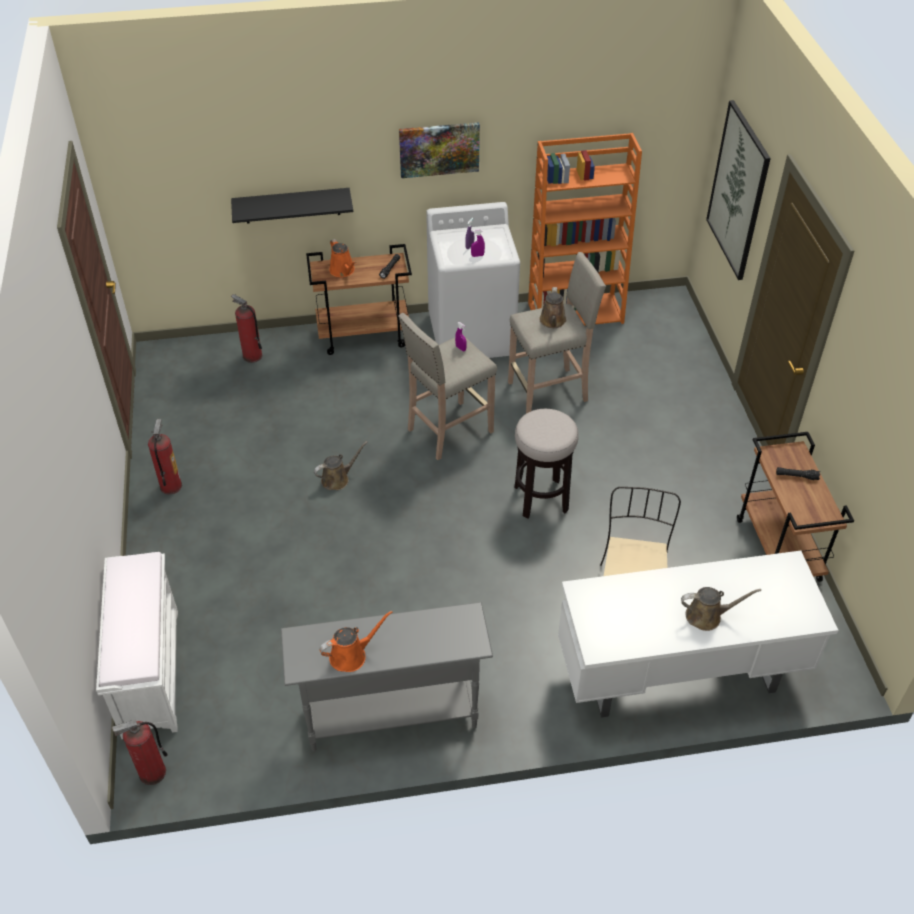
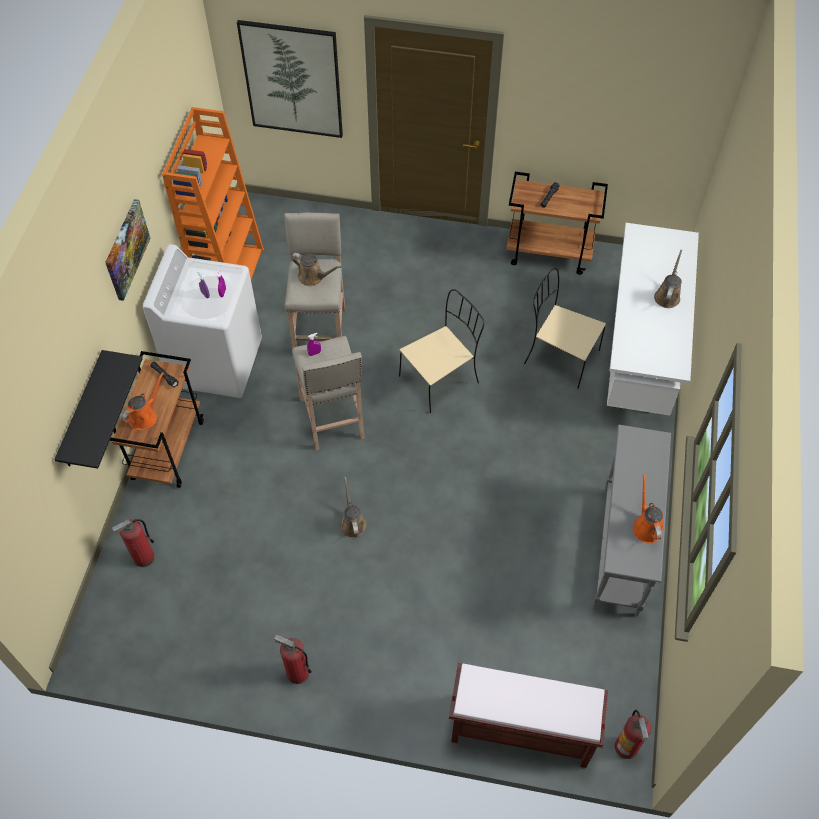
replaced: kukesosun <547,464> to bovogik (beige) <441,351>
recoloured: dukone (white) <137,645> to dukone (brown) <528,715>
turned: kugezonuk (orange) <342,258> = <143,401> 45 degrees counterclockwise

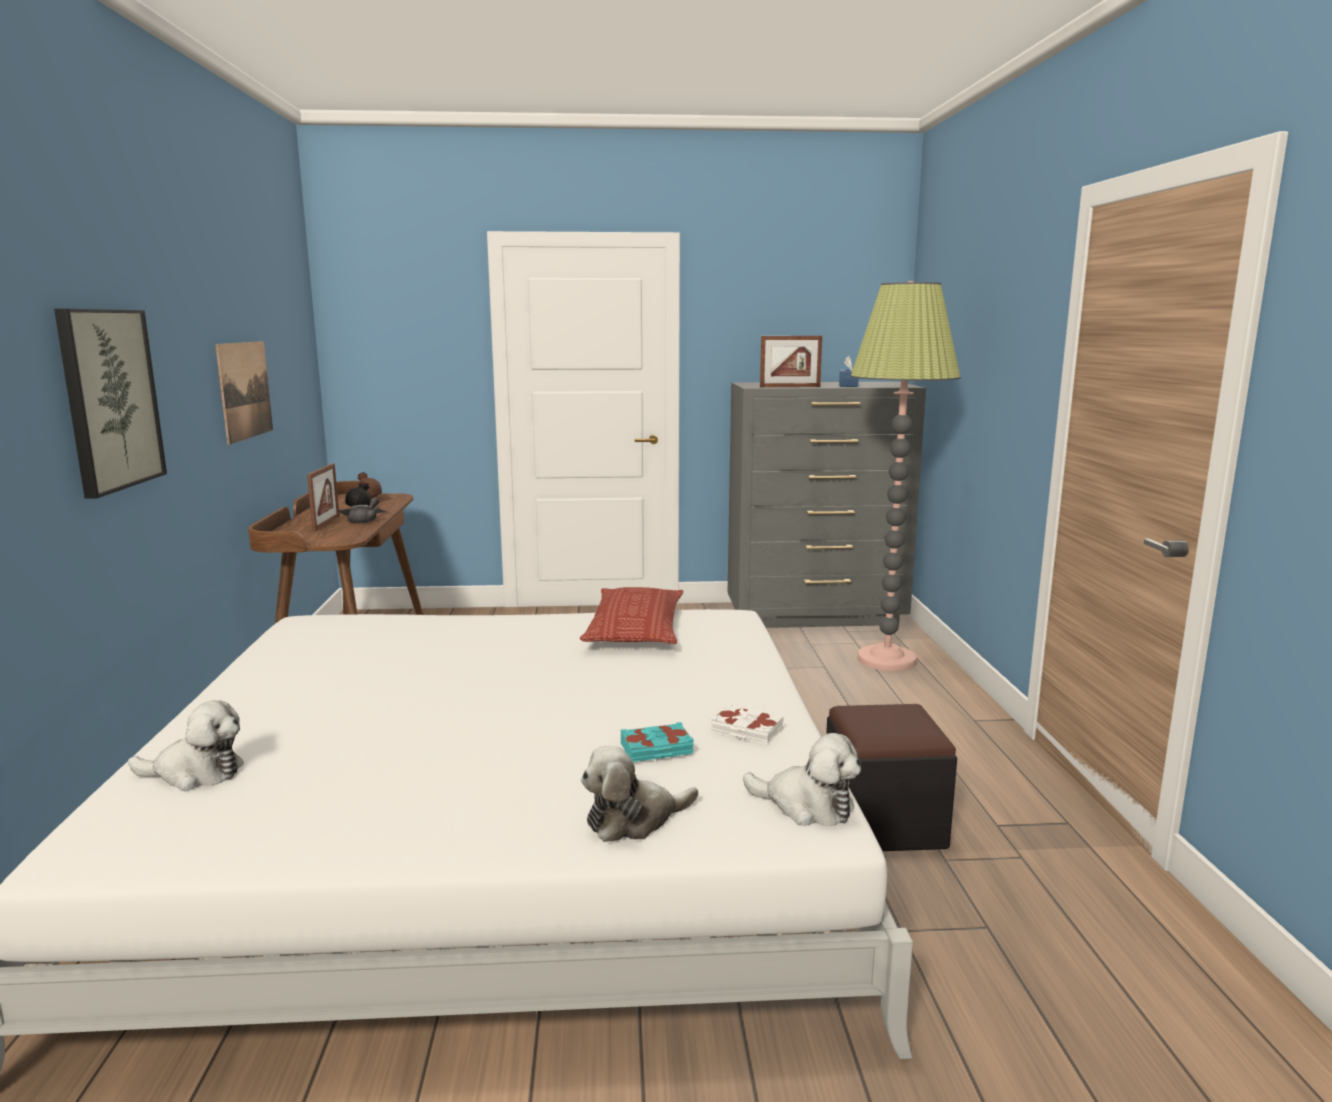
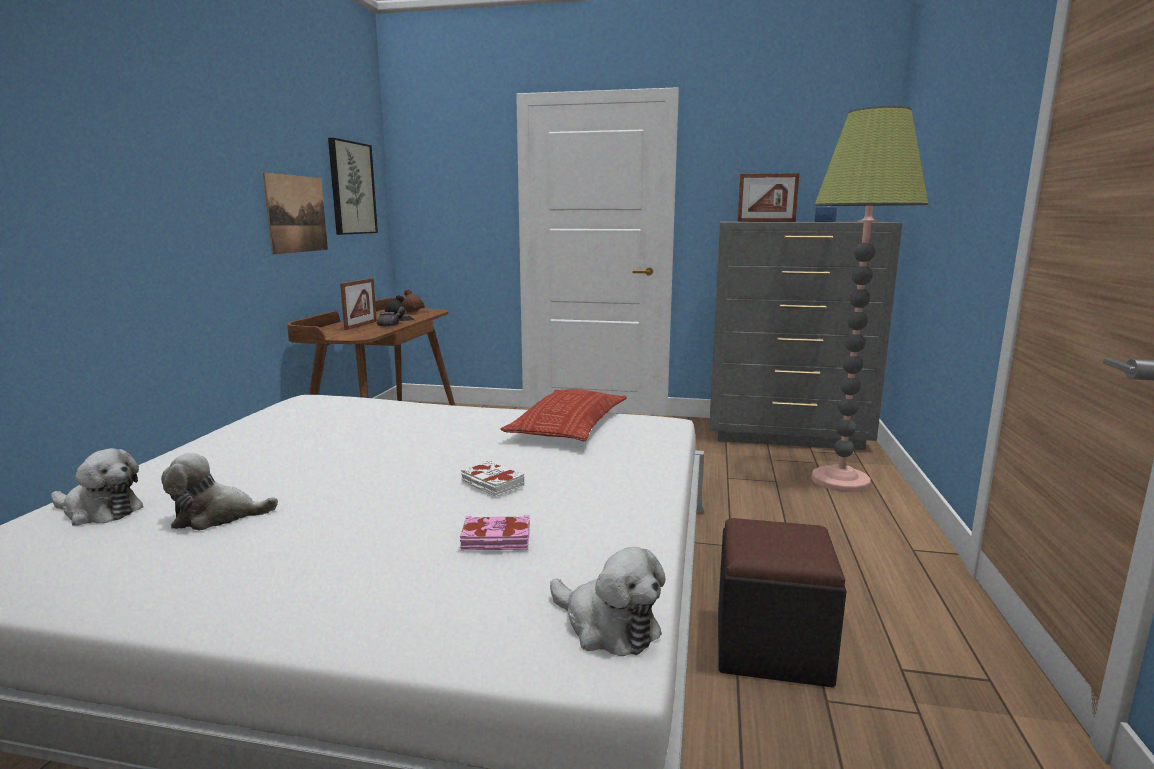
moved: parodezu <110,404> to <353,186>; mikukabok <639,794> to <219,491>; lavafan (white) <747,724> to <492,478>
recoloured: lavafan (turquoise) <657,742> to lavafan (pink) <495,532>

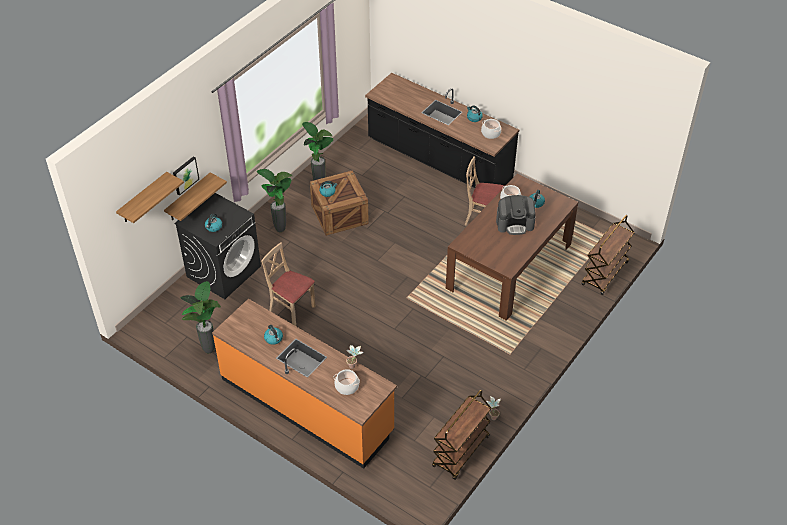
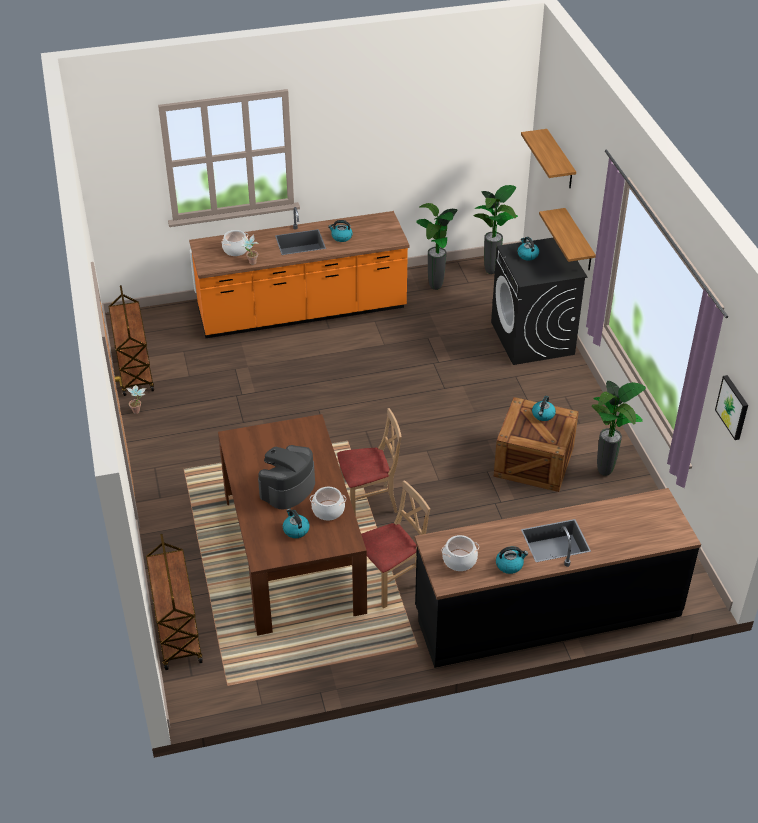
moved: parodezu <186,176> to <731,407>; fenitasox <274,200> to <495,229>; bovogik (beige) <288,284> to <369,462>

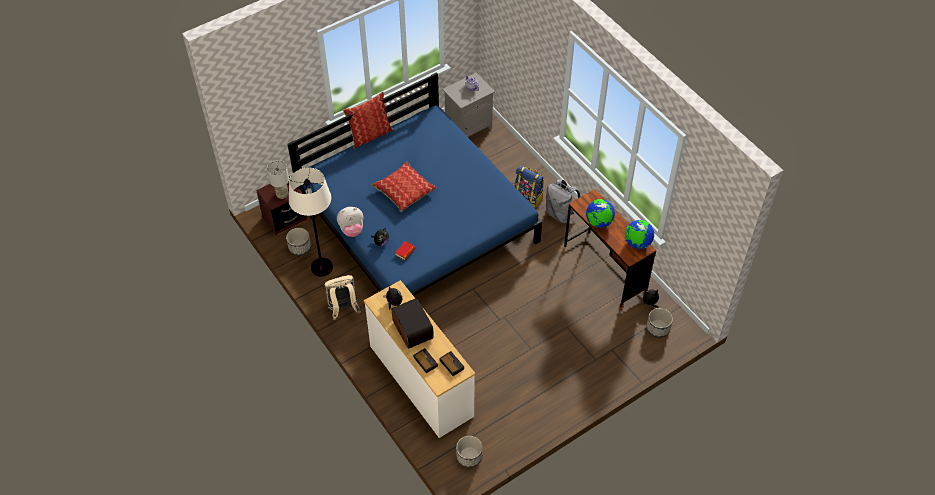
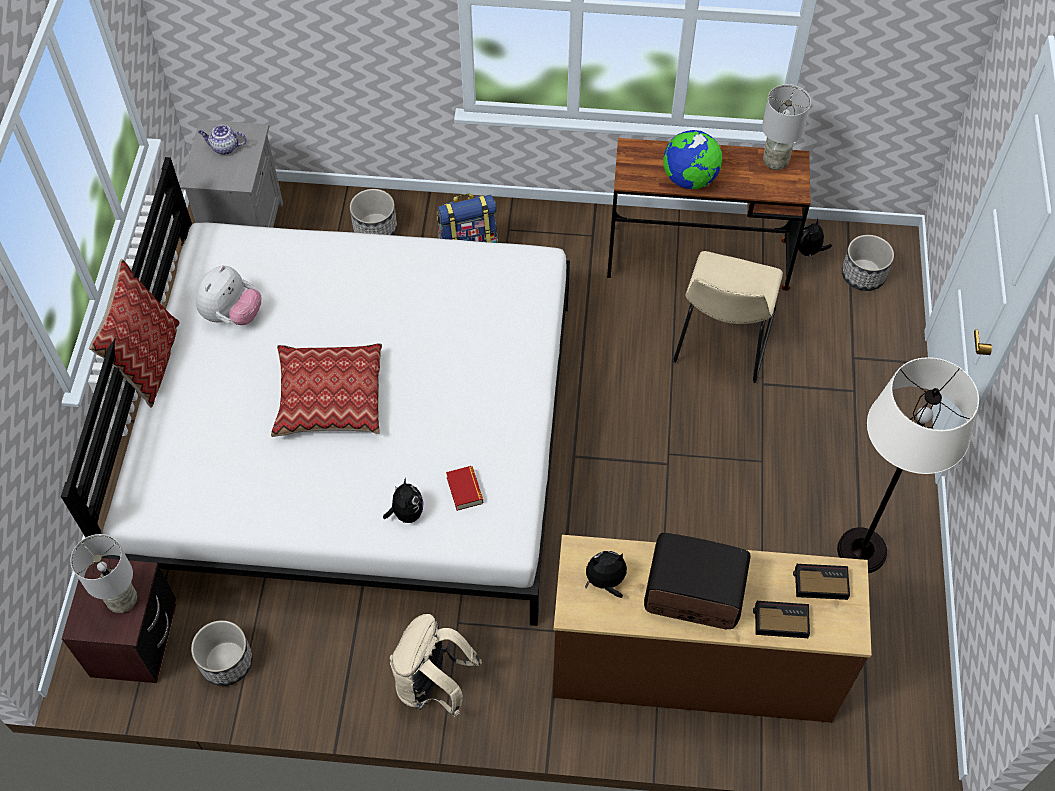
removed: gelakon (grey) <563,201>
added: bovogik (beige) <728,317>
moved: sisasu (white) <311,222> to <908,465>; mikukabok <350,222> to <228,295>; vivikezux <469,452> to <373,212>
replaced: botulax <639,234> to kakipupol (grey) <786,127>
recoloured: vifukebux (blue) <414,184> to vifukebux (white) <315,391>; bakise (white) <419,359> to bakise (brown) <712,629>

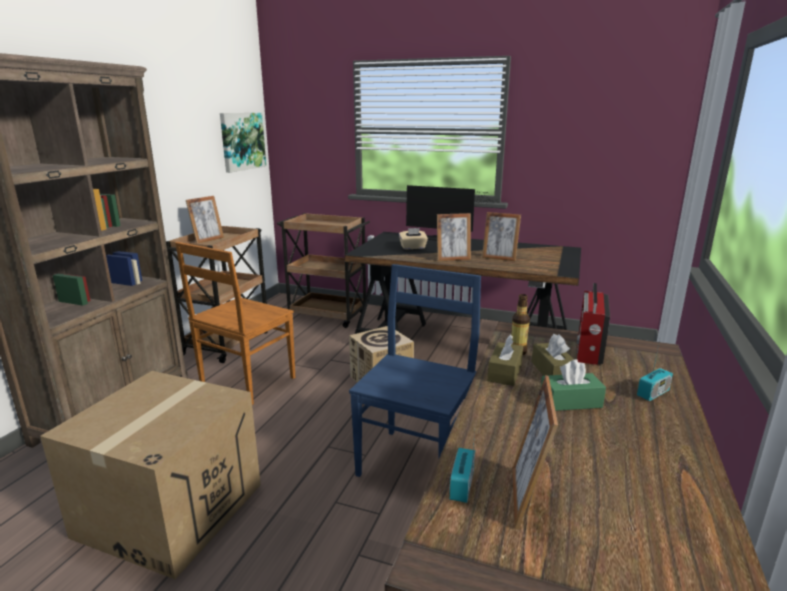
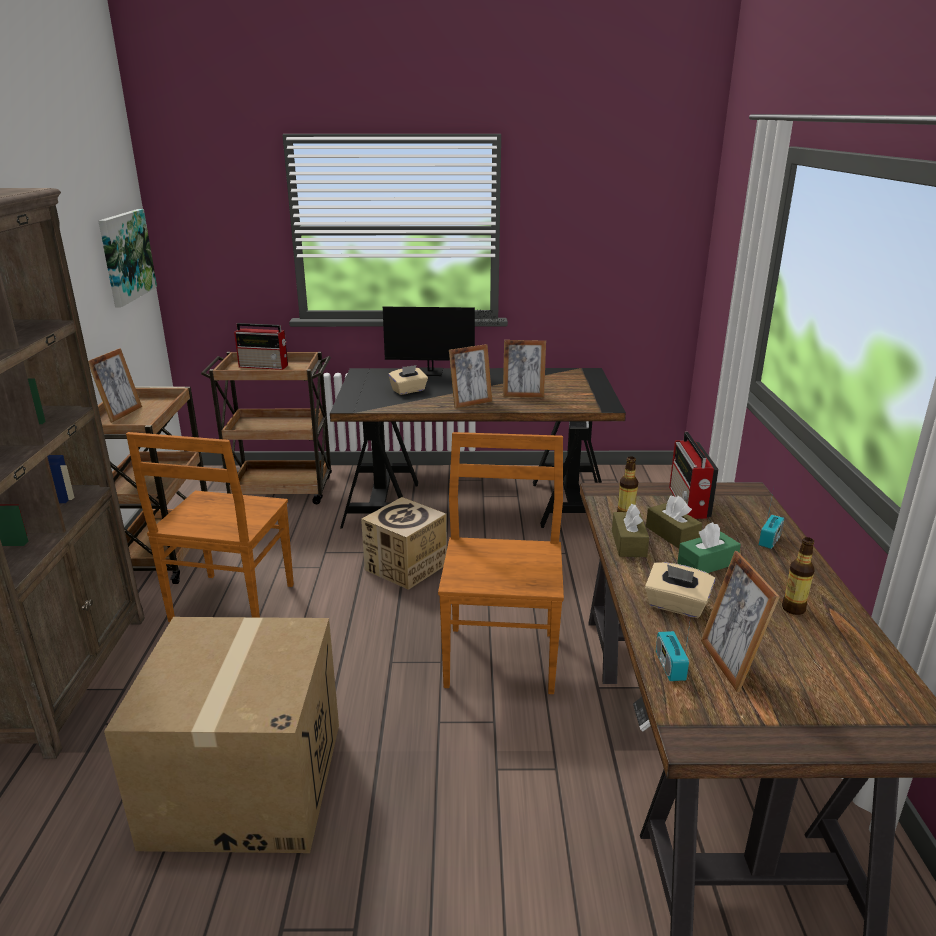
added: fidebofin <261,346>; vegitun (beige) <680,590>; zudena <798,576>
recoloured: bovogik (blue) <415,370> to bovogik (brown) <501,563>

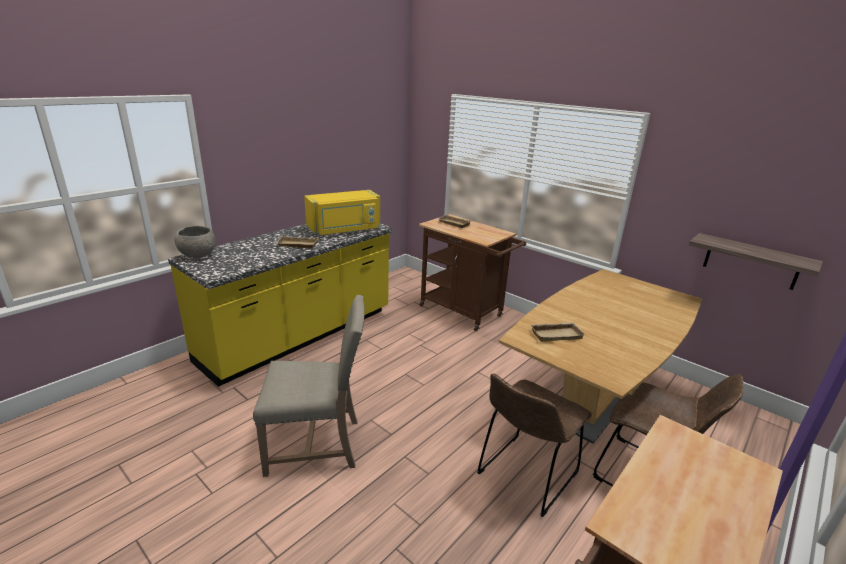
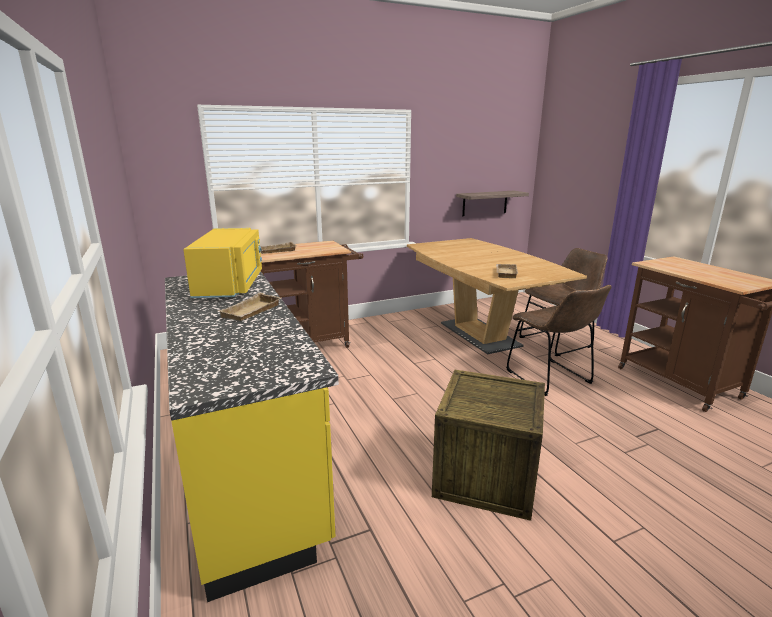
removed: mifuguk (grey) <195,242>
replaced: bovogik (beige) <309,386> to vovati <488,445>

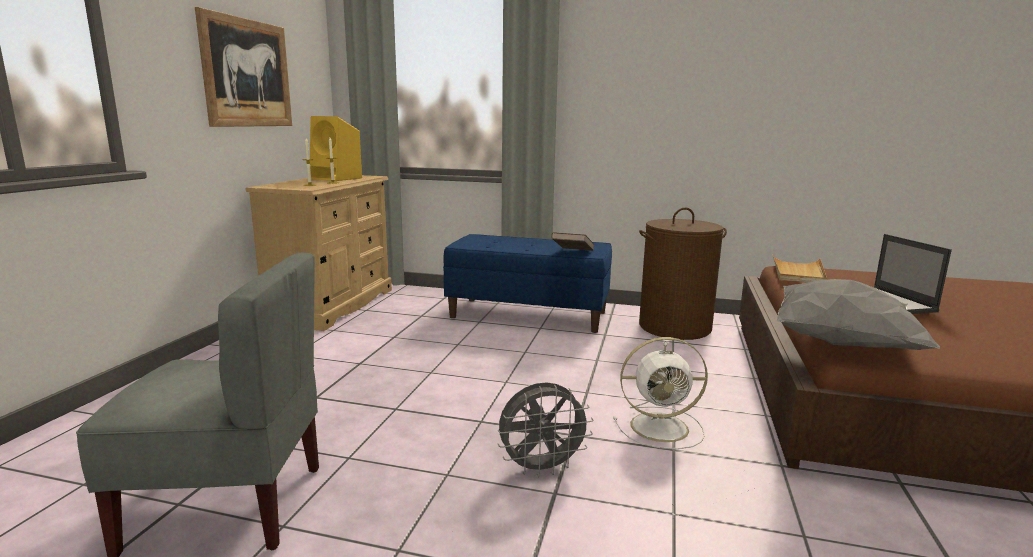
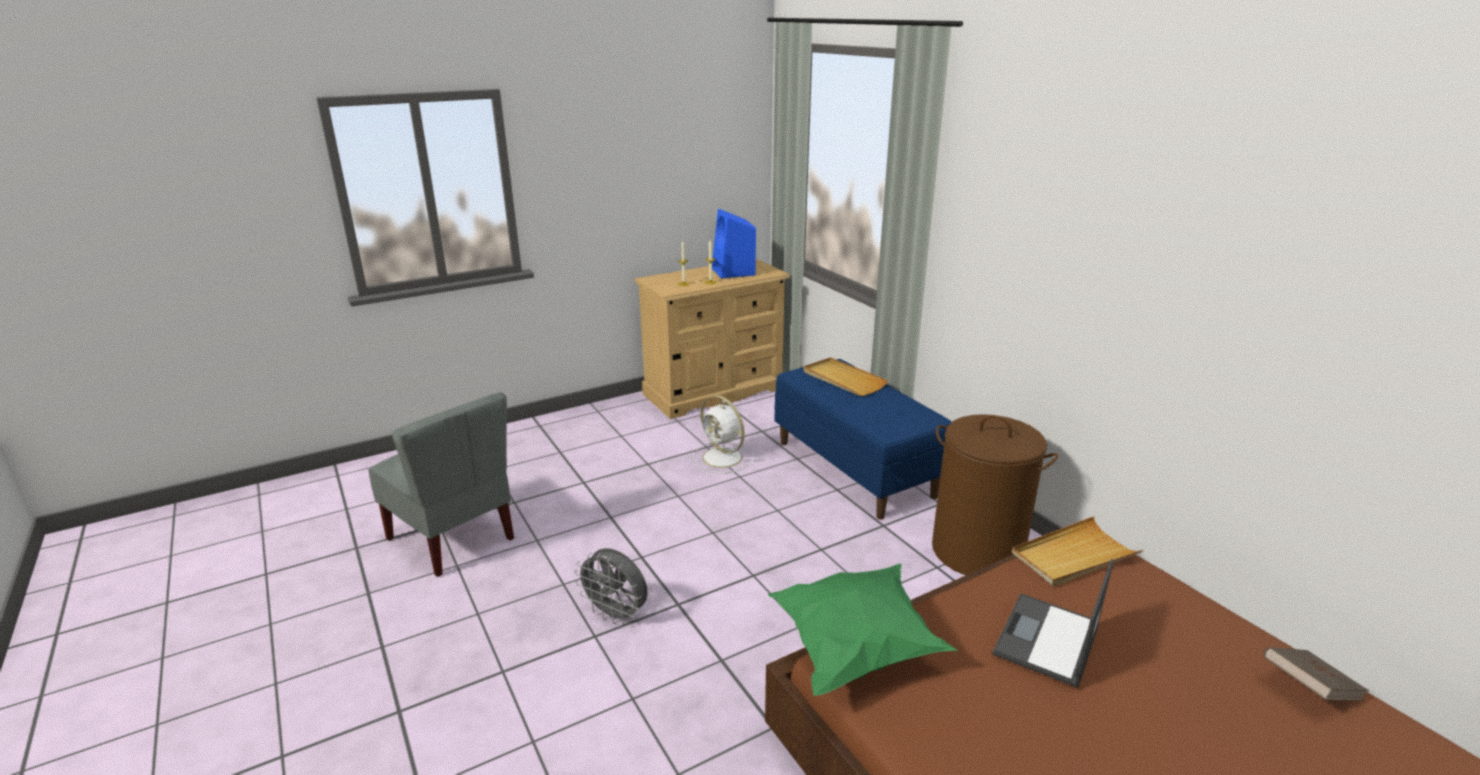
removed: parodezu <243,67>
added: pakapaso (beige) <846,376>
moved: lavafan (brown) <572,241> to <1316,674>; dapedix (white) <660,393> to <723,434>
recoloured: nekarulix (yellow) <336,148> to nekarulix (blue) <734,243>; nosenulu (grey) <858,314> to nosenulu (green) <863,630>

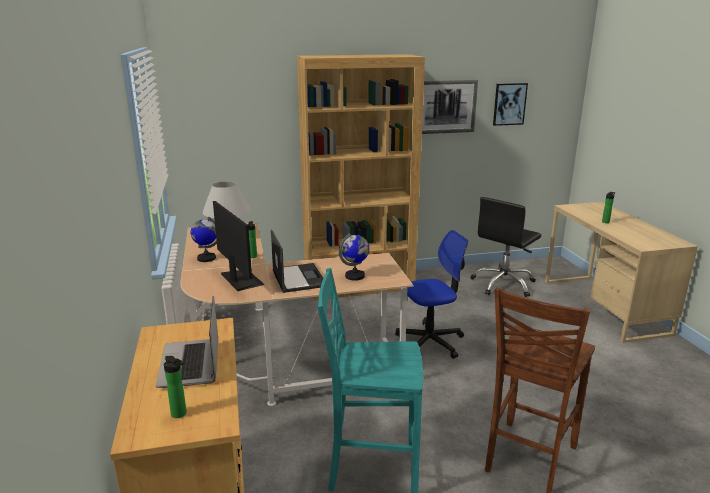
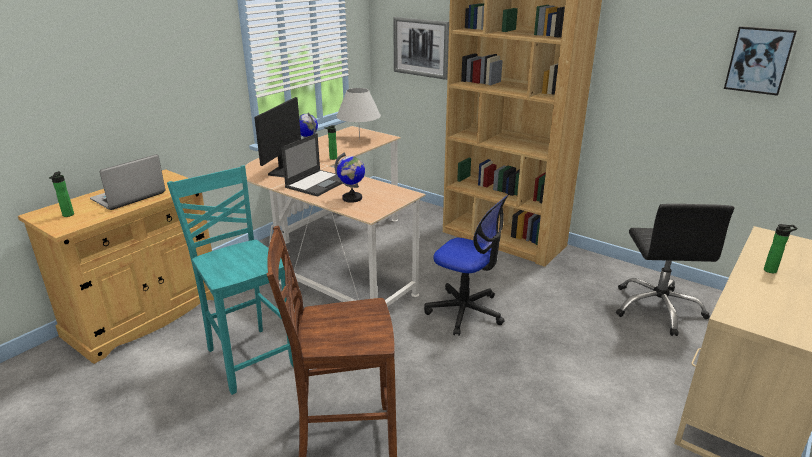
moved: parodezu <450,107> to <421,48>
turned: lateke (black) <505,247> = <675,270> 90 degrees counterclockwise

